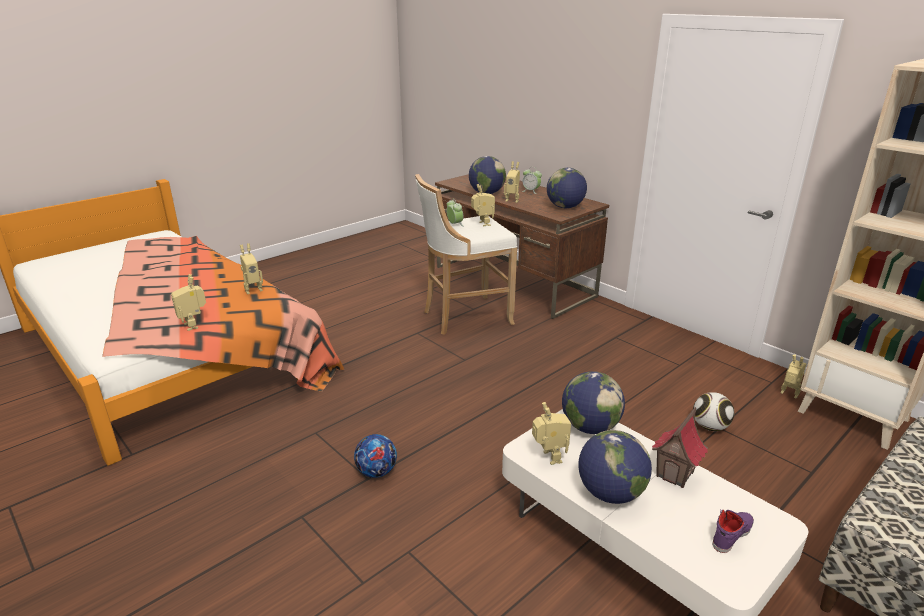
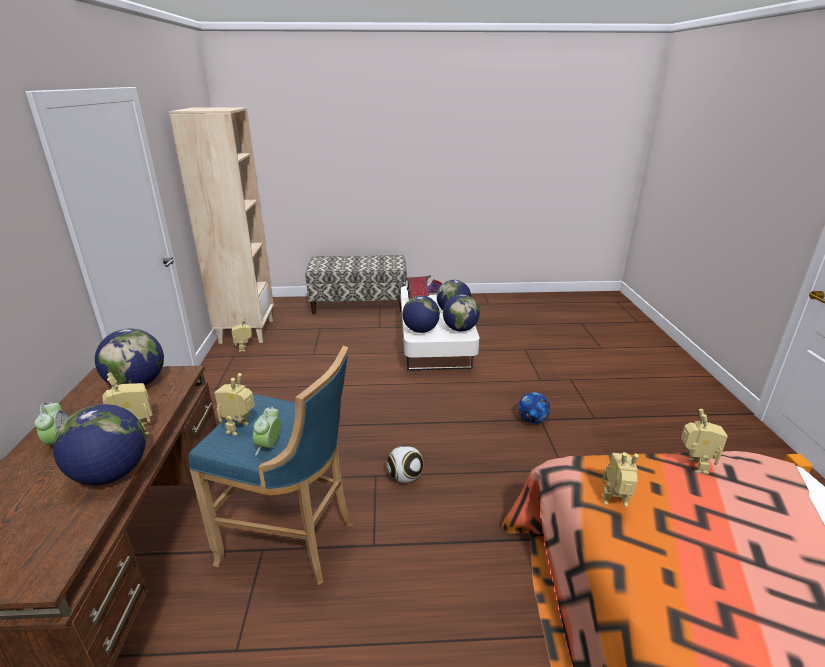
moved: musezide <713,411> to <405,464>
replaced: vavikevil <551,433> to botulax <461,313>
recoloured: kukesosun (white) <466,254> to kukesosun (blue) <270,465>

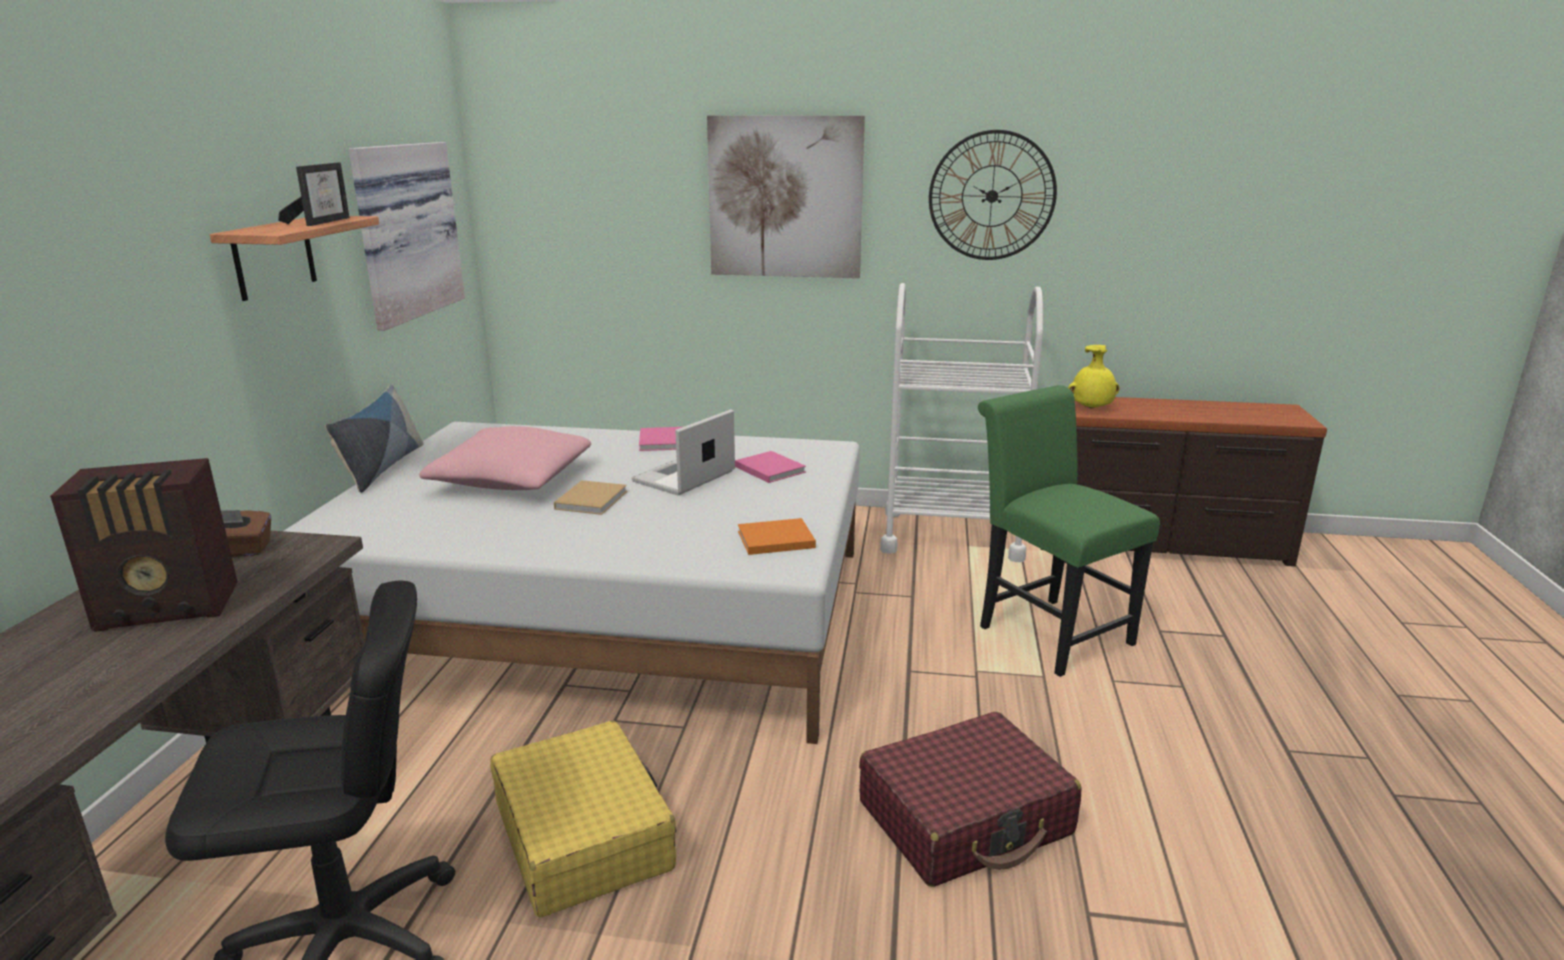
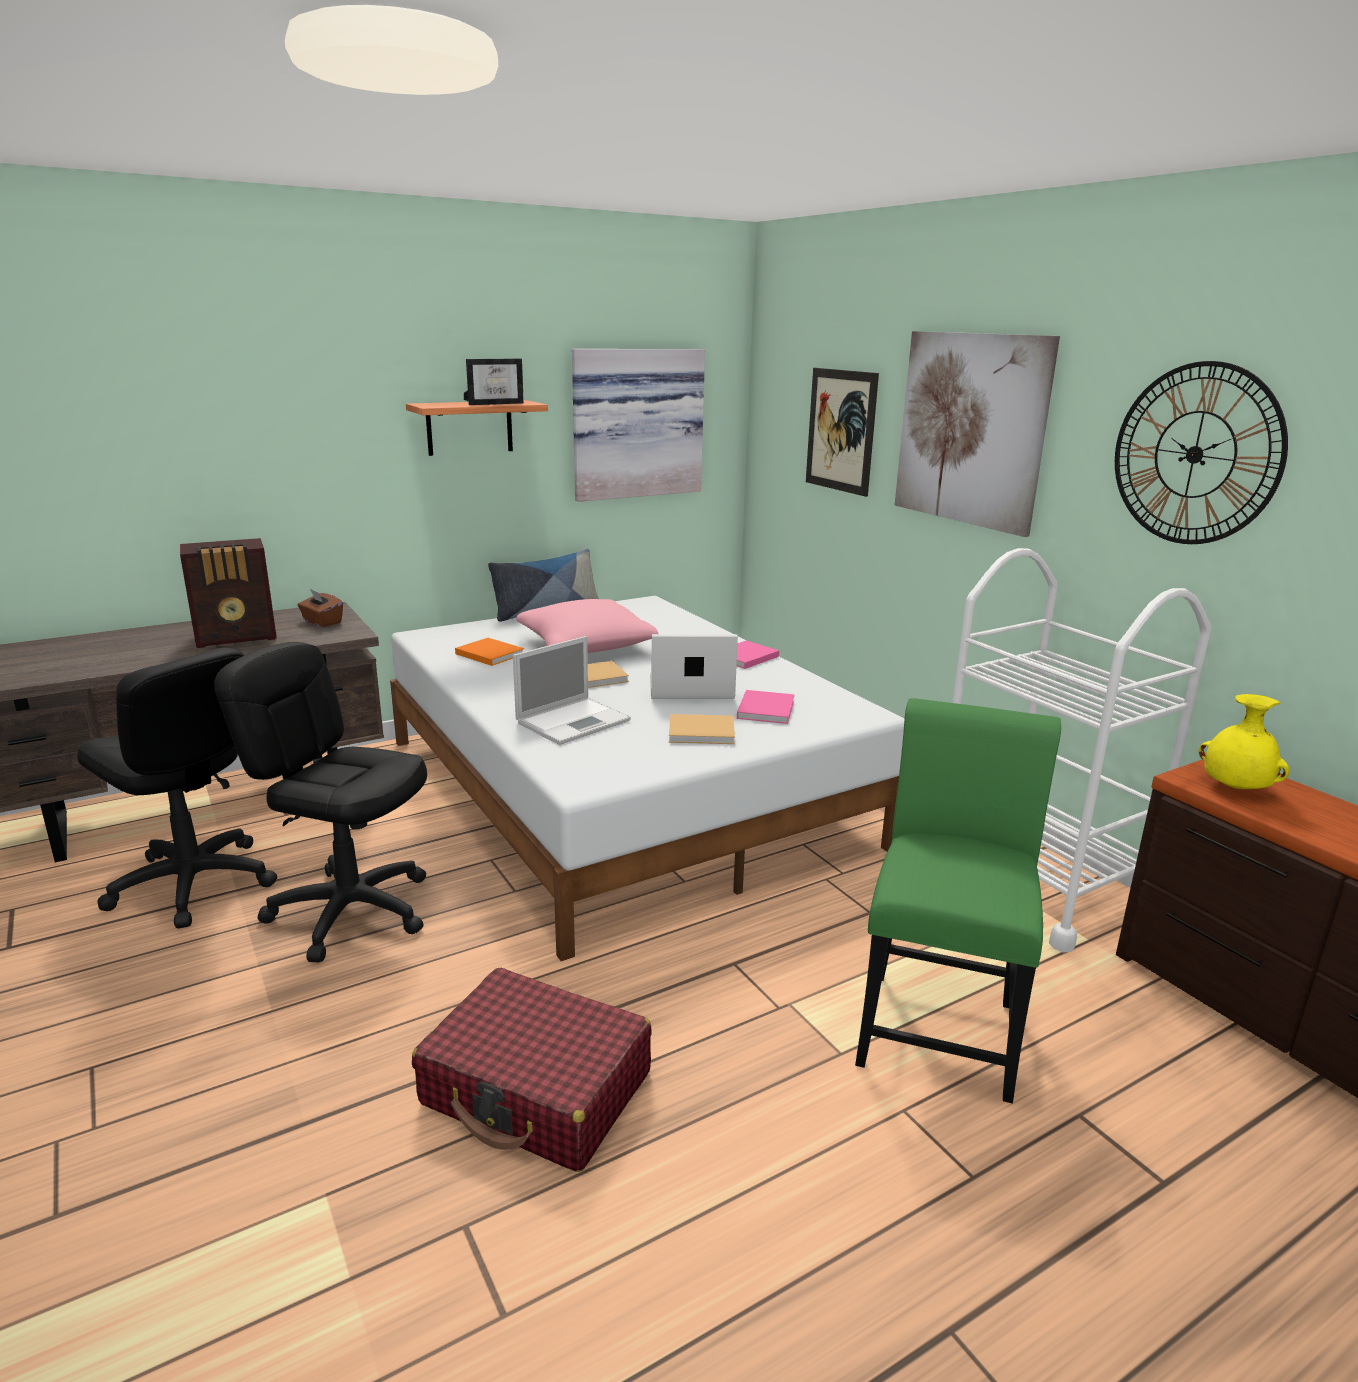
added: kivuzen <572,690>; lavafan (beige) <702,729>; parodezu <842,432>
moved: lavafan (orange) <777,536> to <489,652>
replaced: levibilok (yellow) <584,819> to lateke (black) <320,802>
turned: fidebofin <144,545> = <228,593> 60 degrees counterclockwise

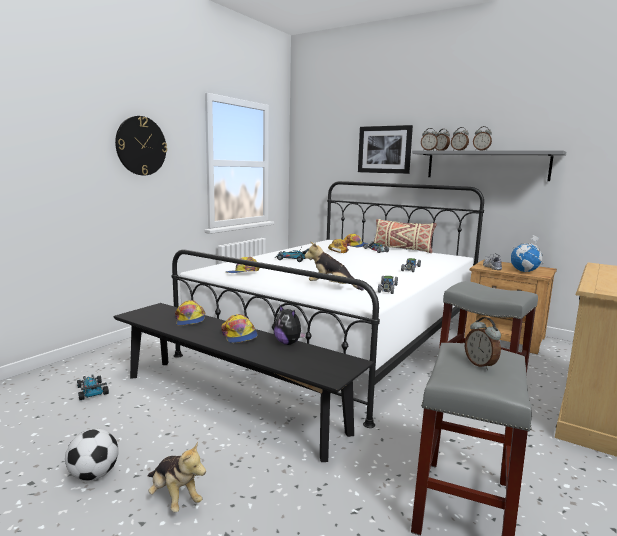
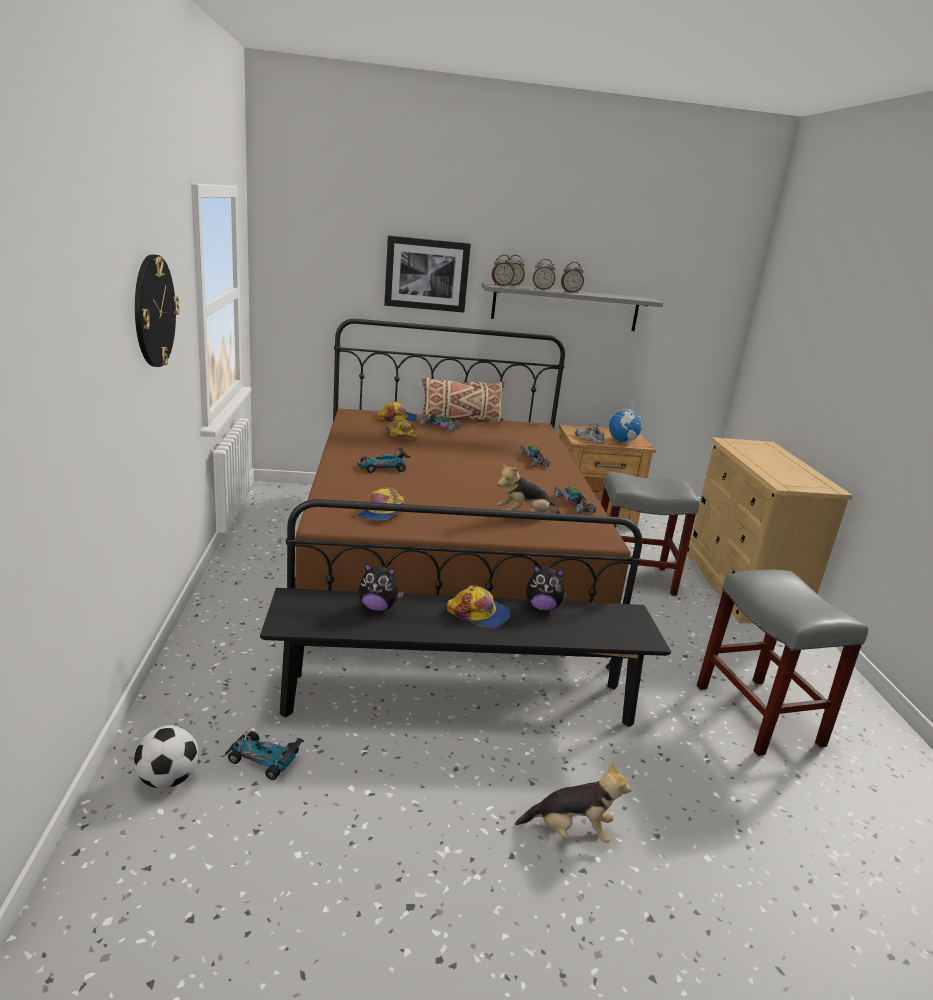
removed: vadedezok <483,343>
moved: musezide <92,455> to <166,757>
replaced: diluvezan <190,313> to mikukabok <381,586>
recoloured: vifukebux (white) <328,304> to vifukebux (brown) <464,495>

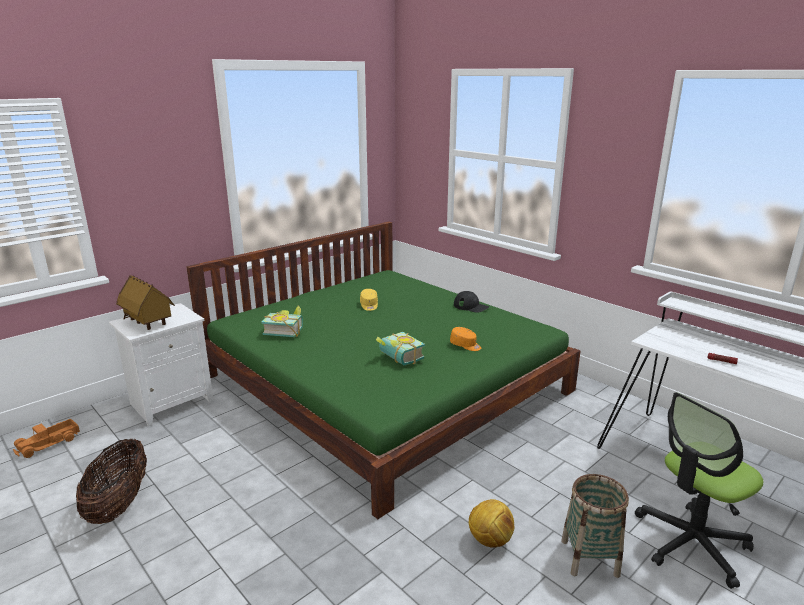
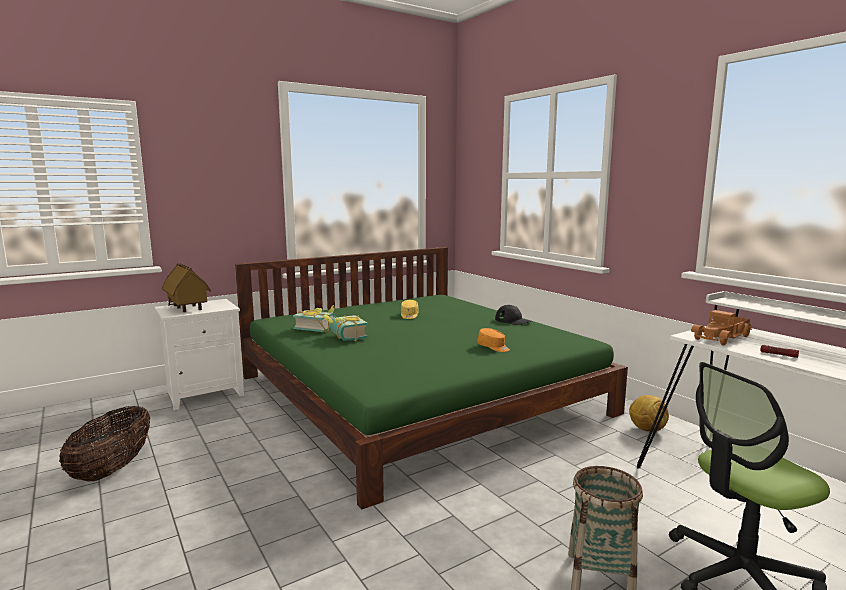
moved: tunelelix <46,438> to <721,327>; lavafan <400,349> to <345,327>; musezide <491,523> to <649,413>

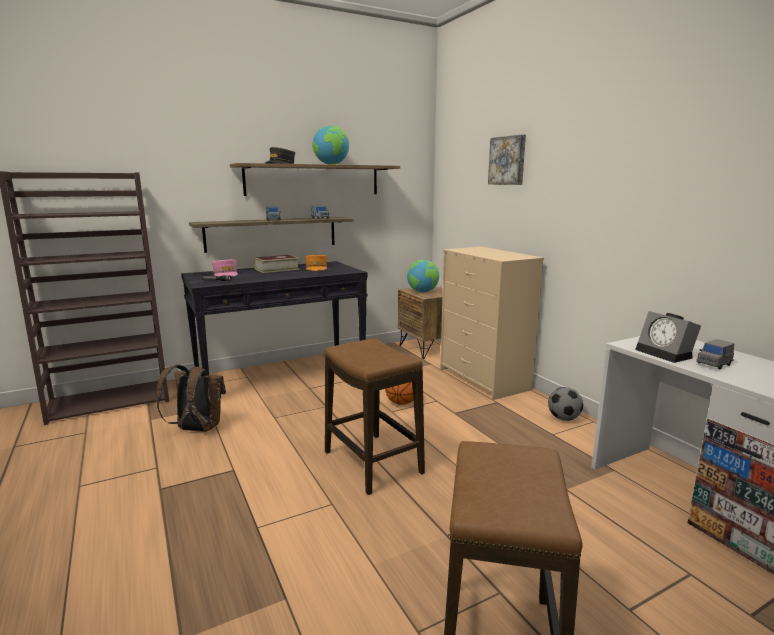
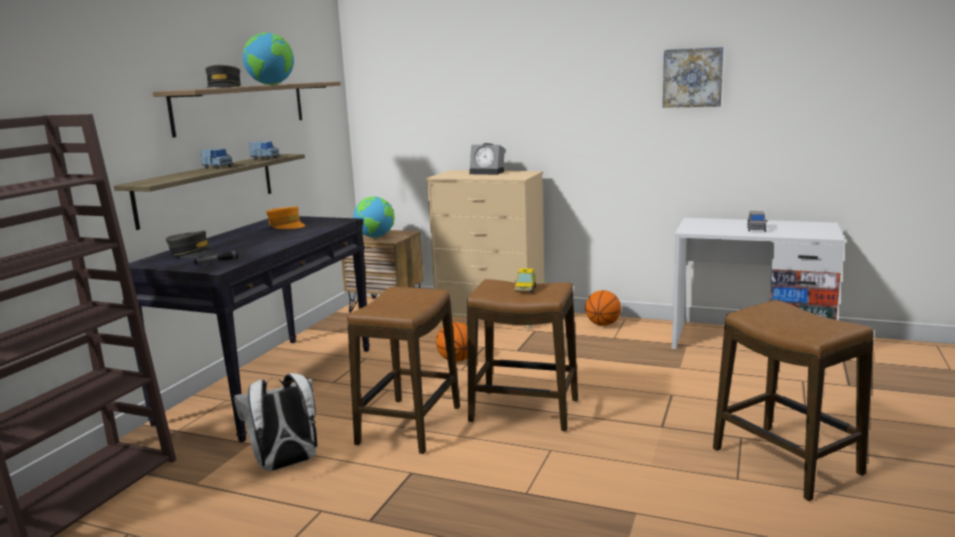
removed: lavafan <276,264>
added: kukesosun <403,370>; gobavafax <525,280>
moved: parodezu <507,160> to <693,77>; vadedezok <668,337> to <487,159>
replaced: musezide <565,404> to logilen <603,308>
recoloured: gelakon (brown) <191,398> to gelakon (white) <275,422>; diluvezan (pink) <225,268> to diluvezan (grey) <192,244>

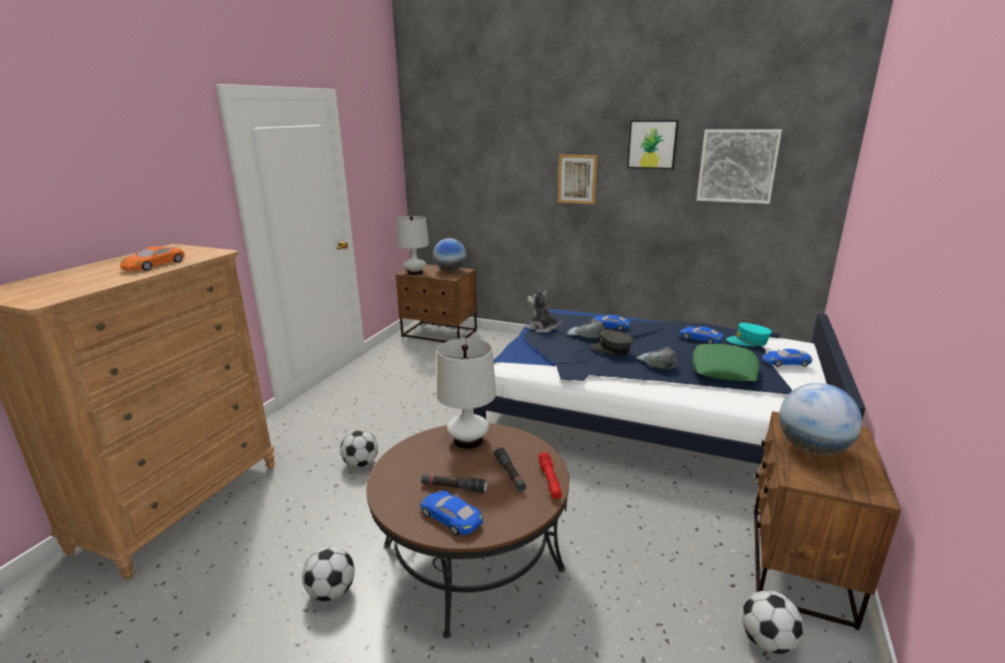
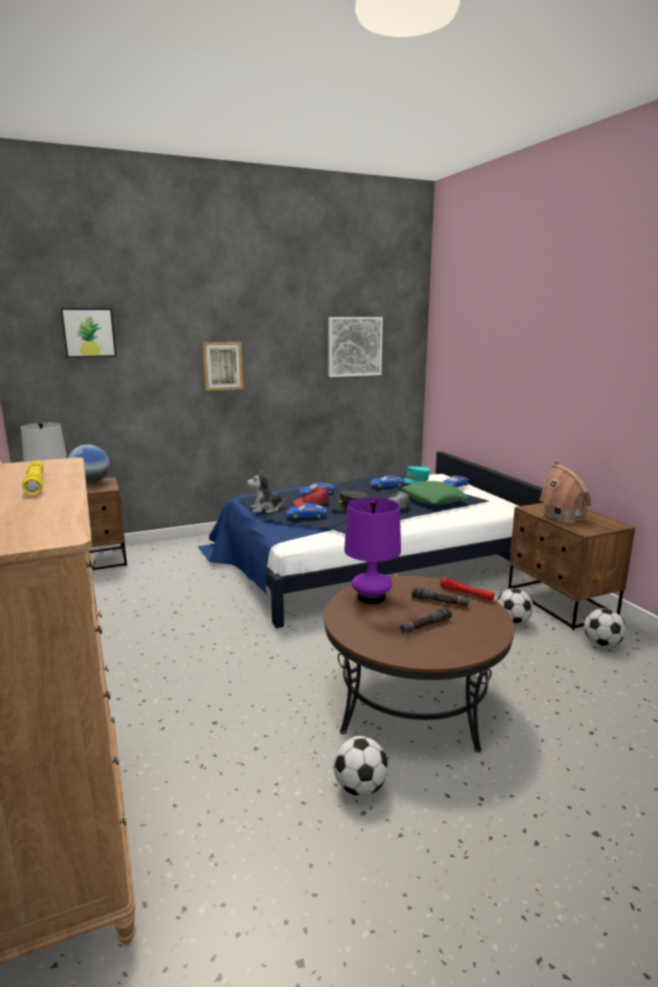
moved: musezide <359,449> to <515,606>; gobavafax (blue) <451,512> to <306,511>; parodezu <653,144> to <88,333>
replaced: gobavafax (orange) <152,258> to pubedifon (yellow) <33,477>; botulax <820,419> to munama <565,491>
recoloured: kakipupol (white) <466,393> to kakipupol (purple) <372,550>; diluvezan (grey) <586,328> to diluvezan (red) <311,497>

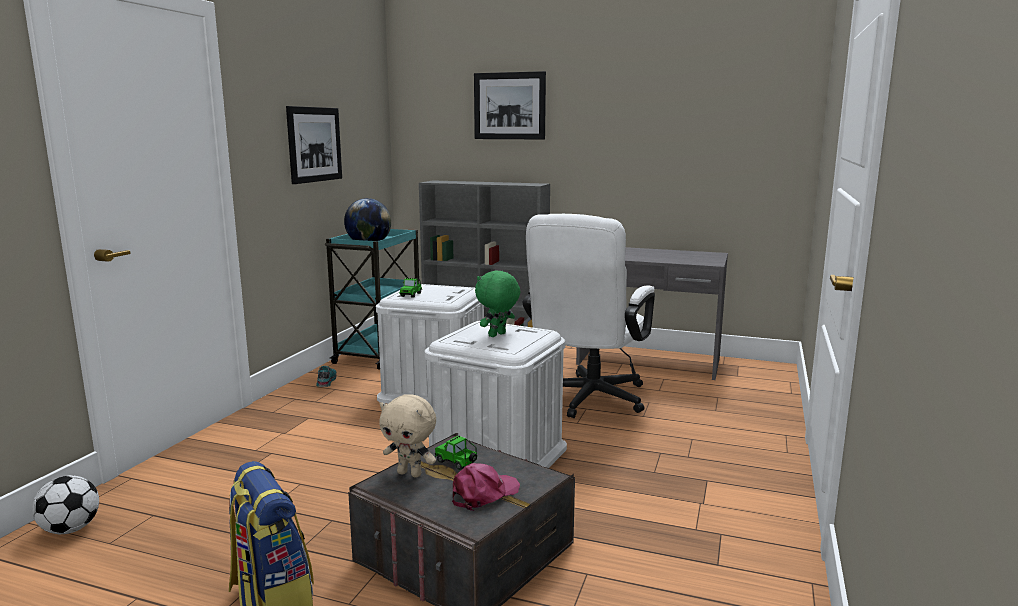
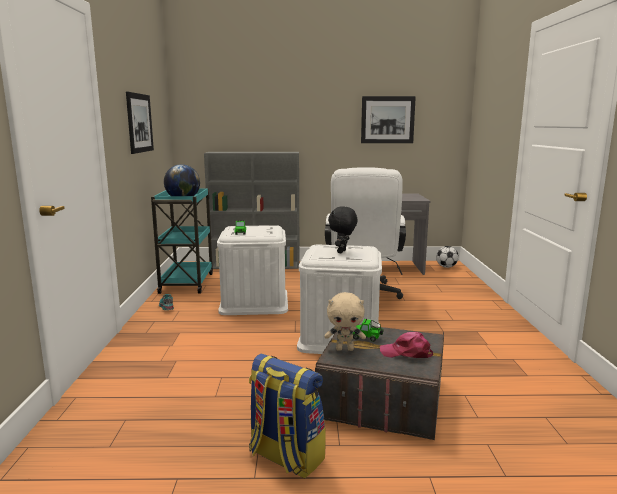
moved: musezide <65,504> to <447,257>; parodezu <510,105> to <388,119>
recoloured: mikukabok (green) <498,304> to mikukabok (black) <342,230>
turned: diluvezan (pink) <486,487> = <406,345> 105 degrees counterclockwise

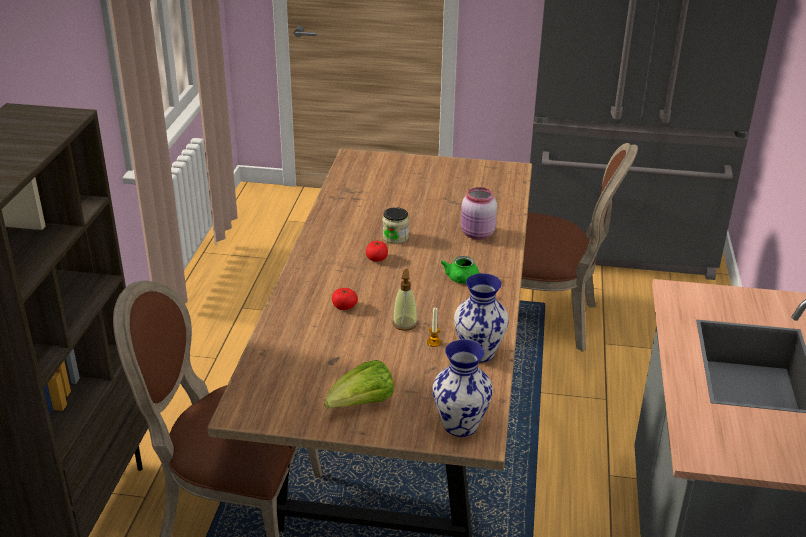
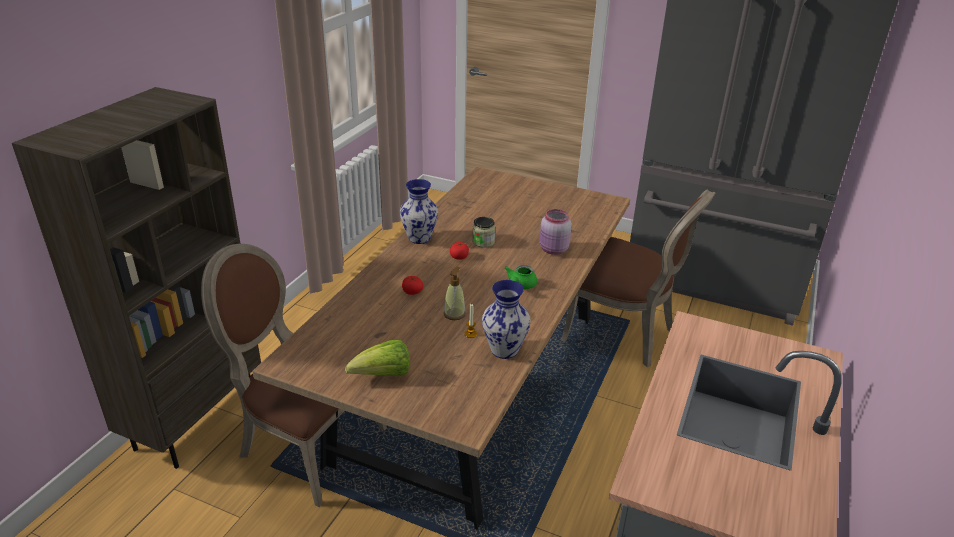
moved: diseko <463,388> to <419,211>

